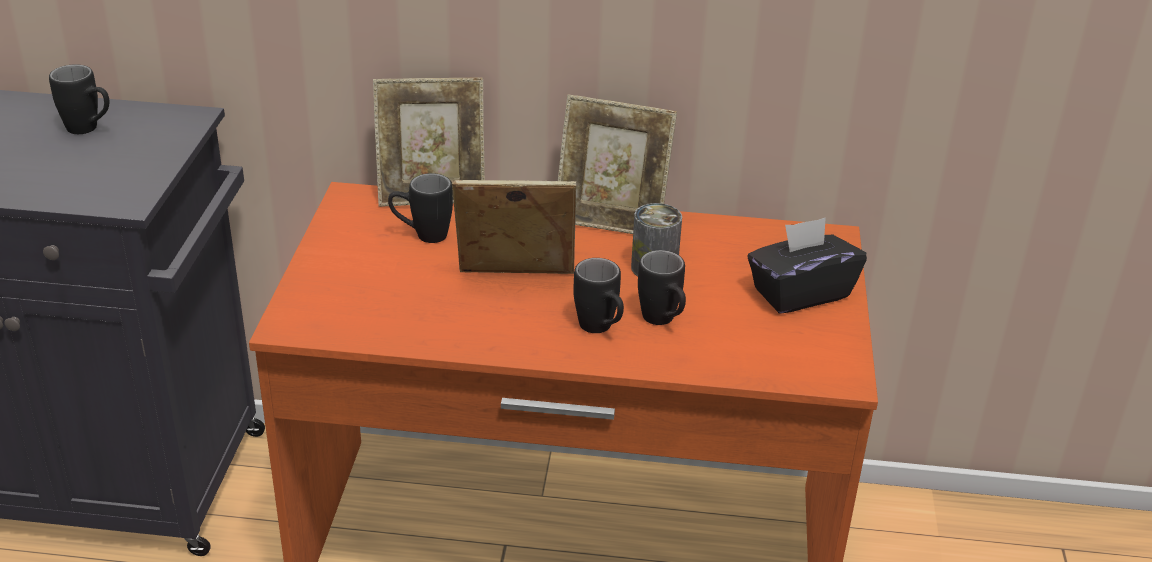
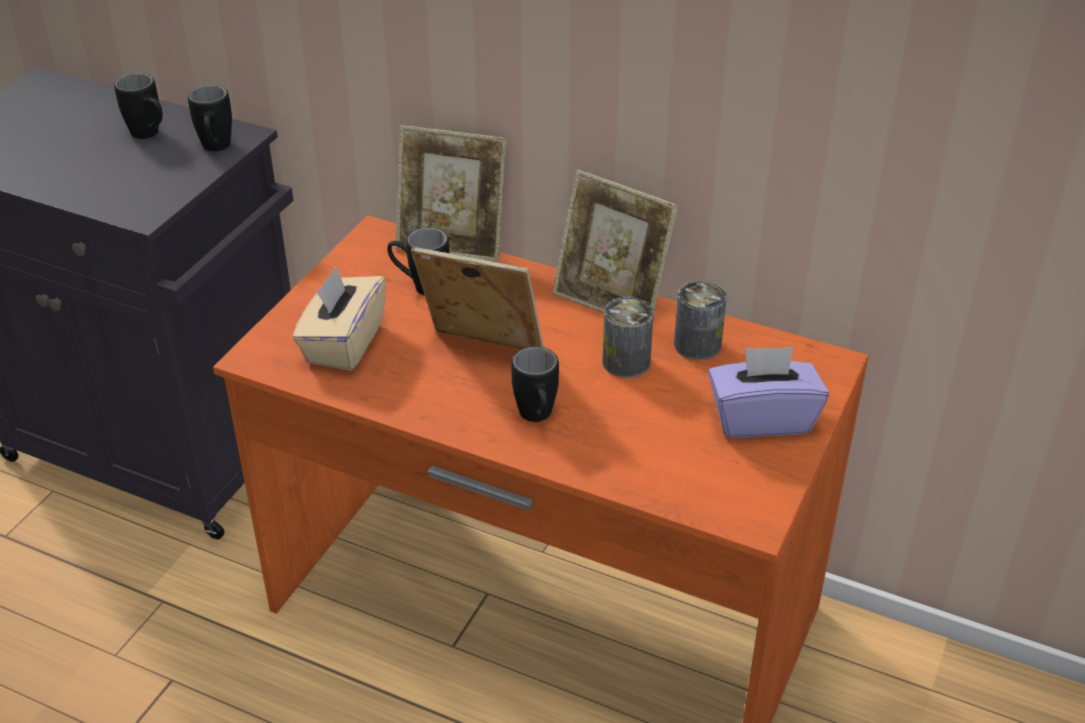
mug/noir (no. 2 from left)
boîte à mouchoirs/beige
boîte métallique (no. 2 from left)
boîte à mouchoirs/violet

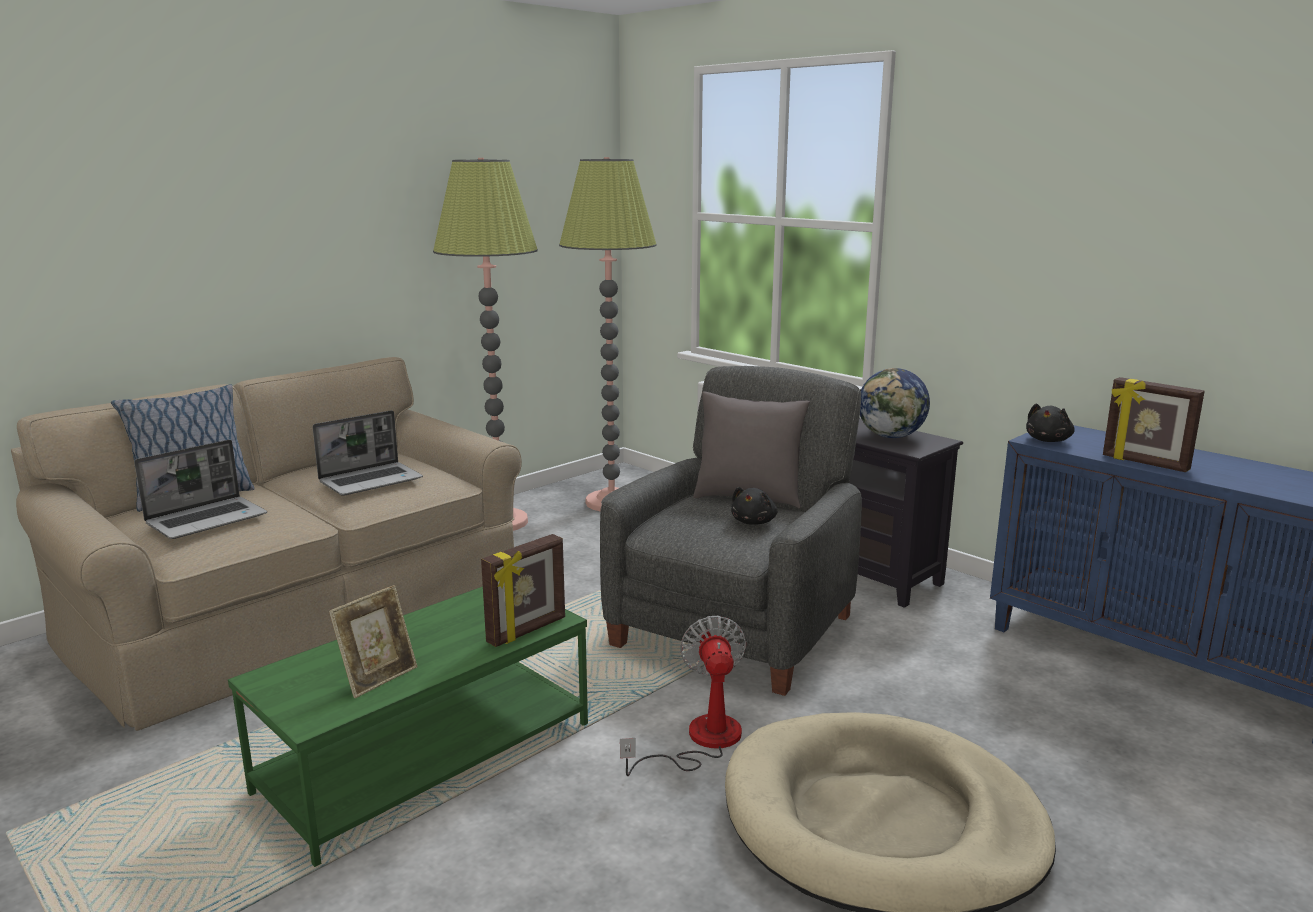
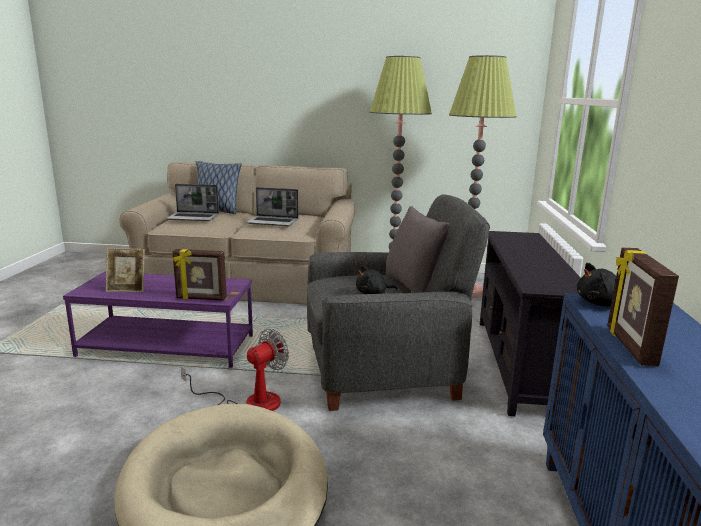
table basse/violet
globe

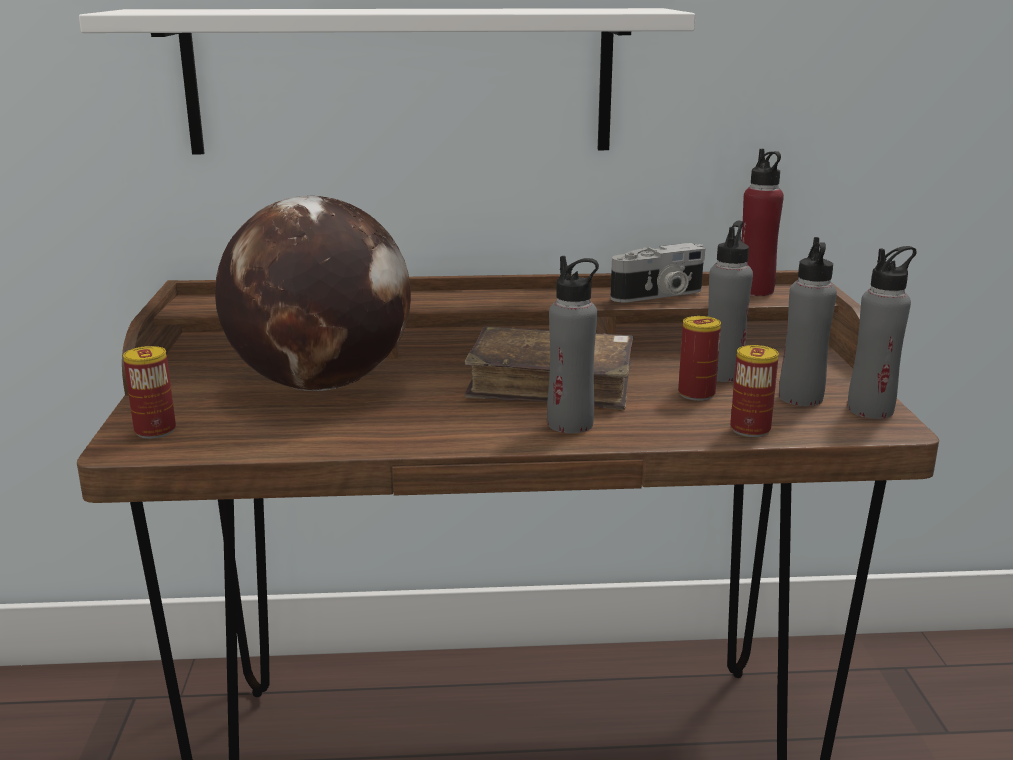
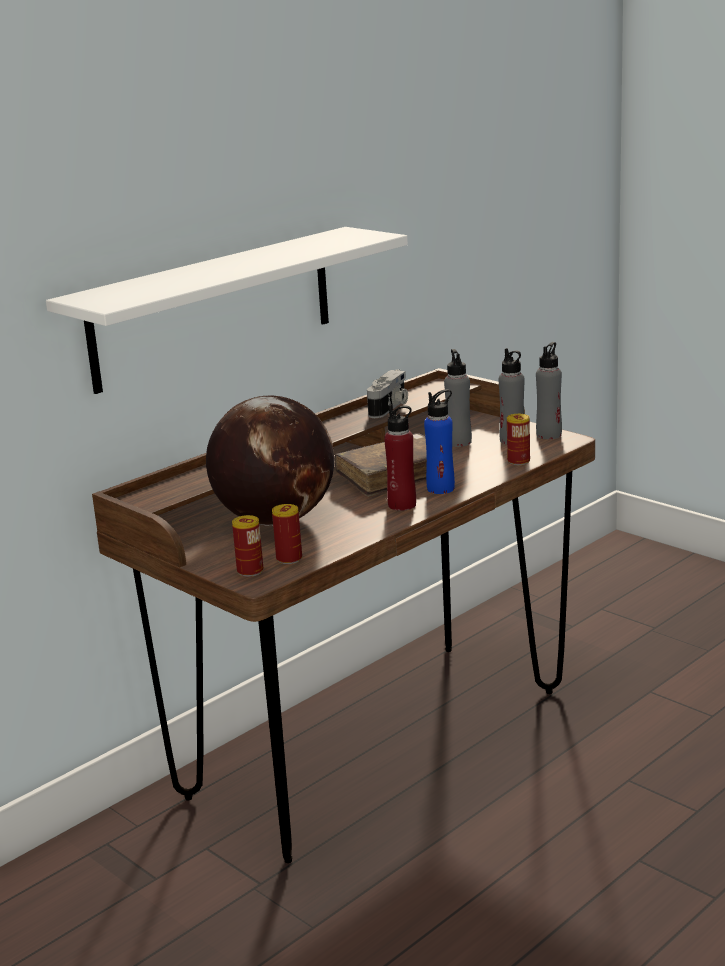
boîte métallique (no. 2 from left)
bouteille/rouge
bouteille/bleu

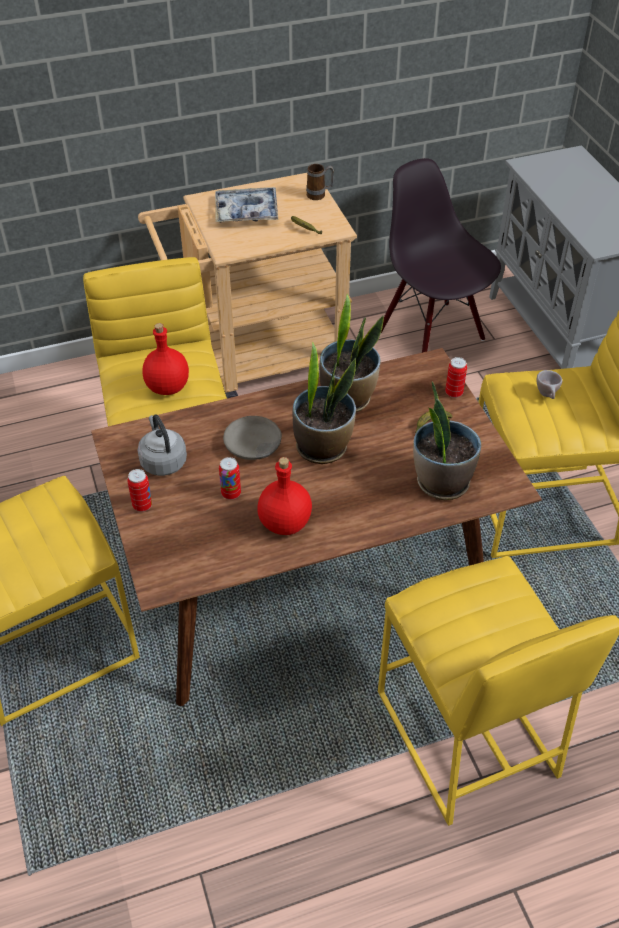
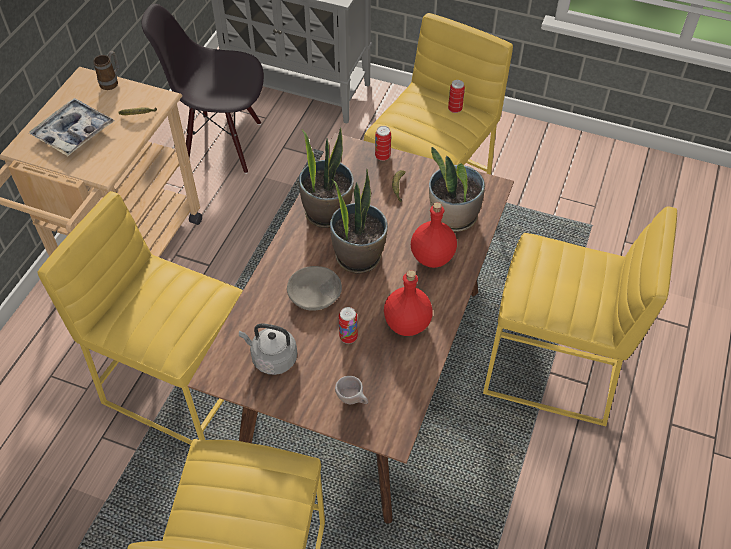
tasse/beige
bouteille/rouge (no. 2 from left)
boîte métallique (no. 3 from left)

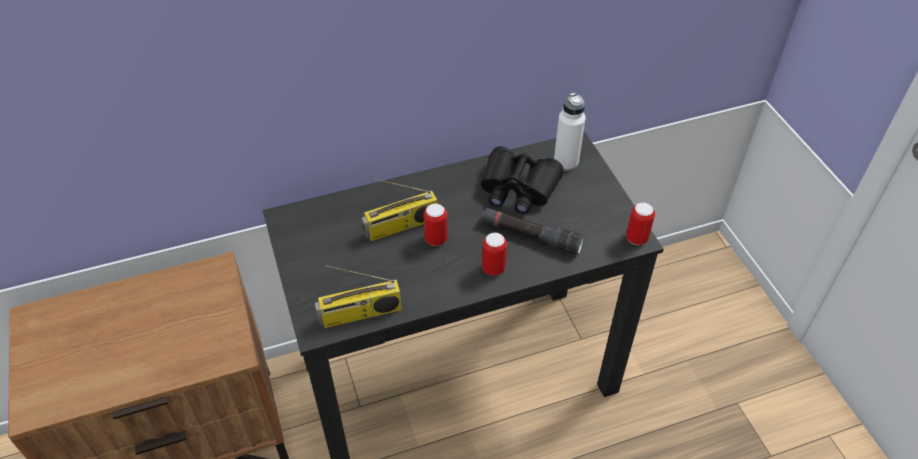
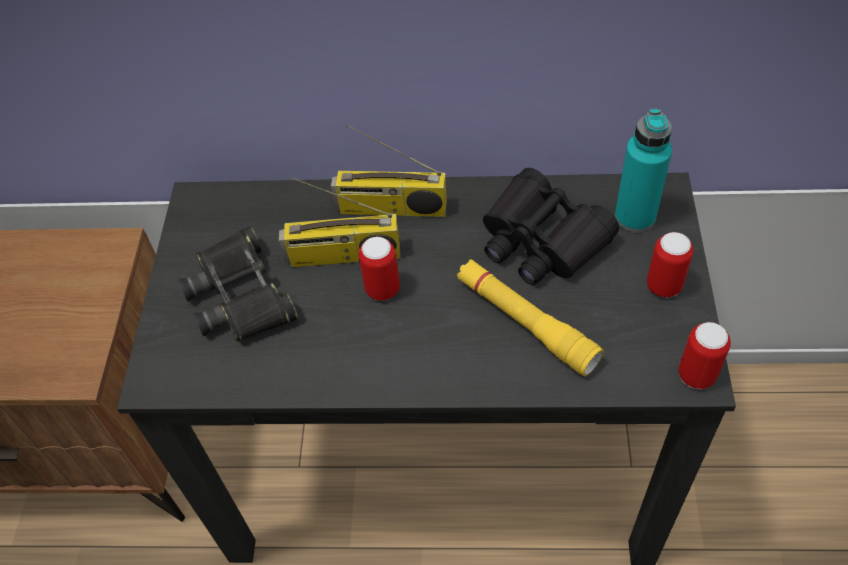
jumelles/noir (no. 1 from left)
radio (no. 2 from left)
lampe de poche/jaune
bouteille/turquoise
boîte métallique (no. 2 from left)

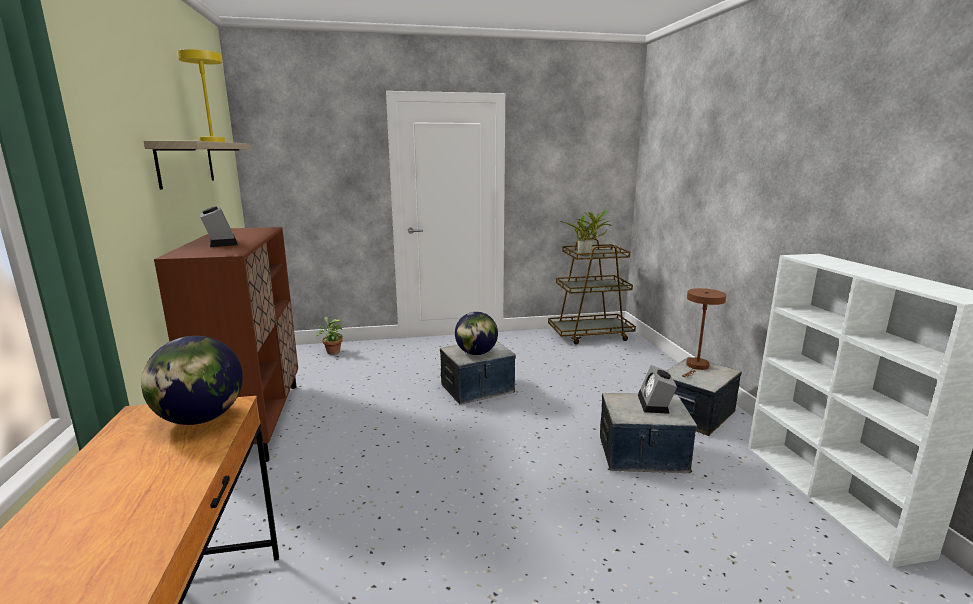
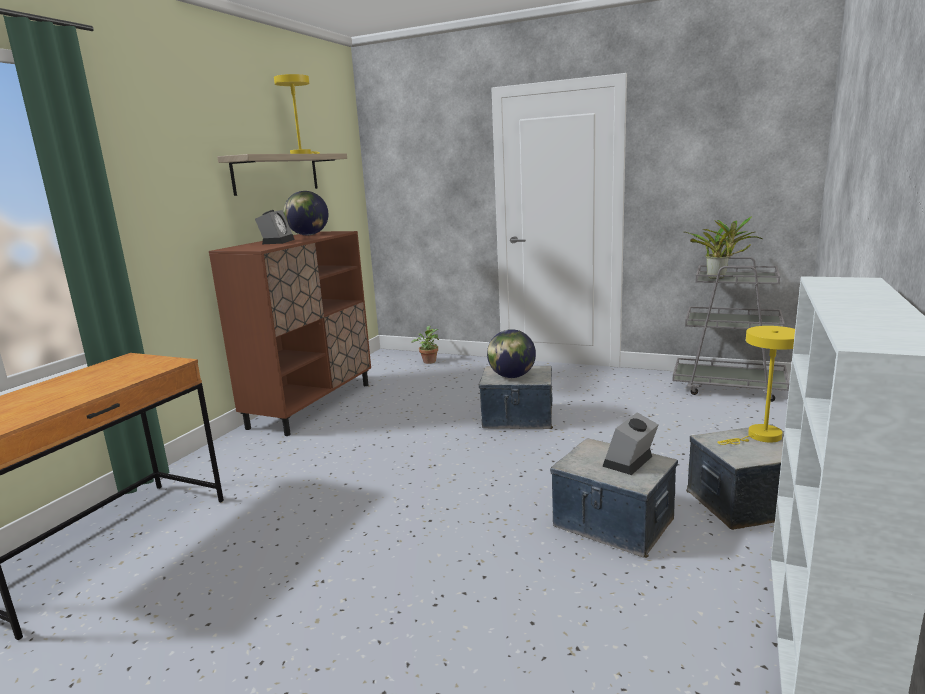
globe (no. 1 from left)
chariot/gris
lampe de table/jaune (no. 2 from left)

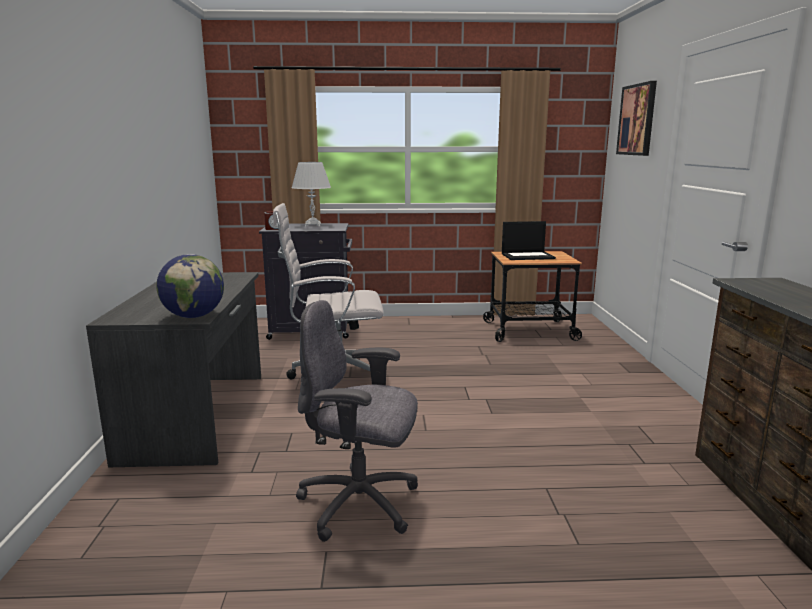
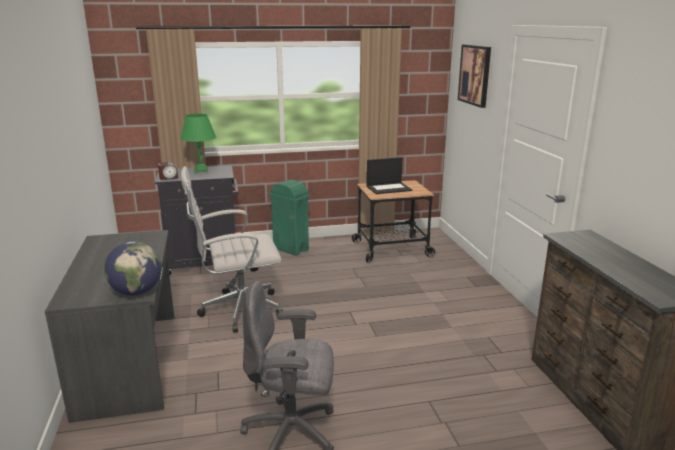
lampe de table/vert
poubelle/vert

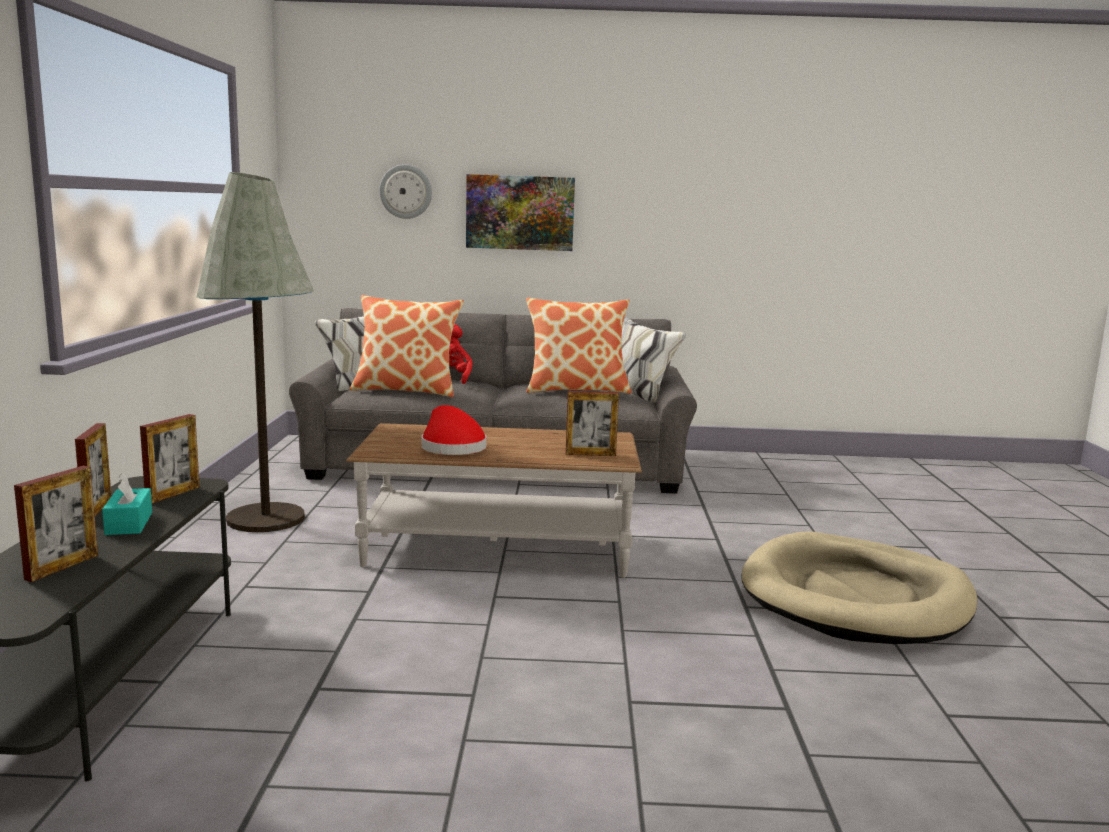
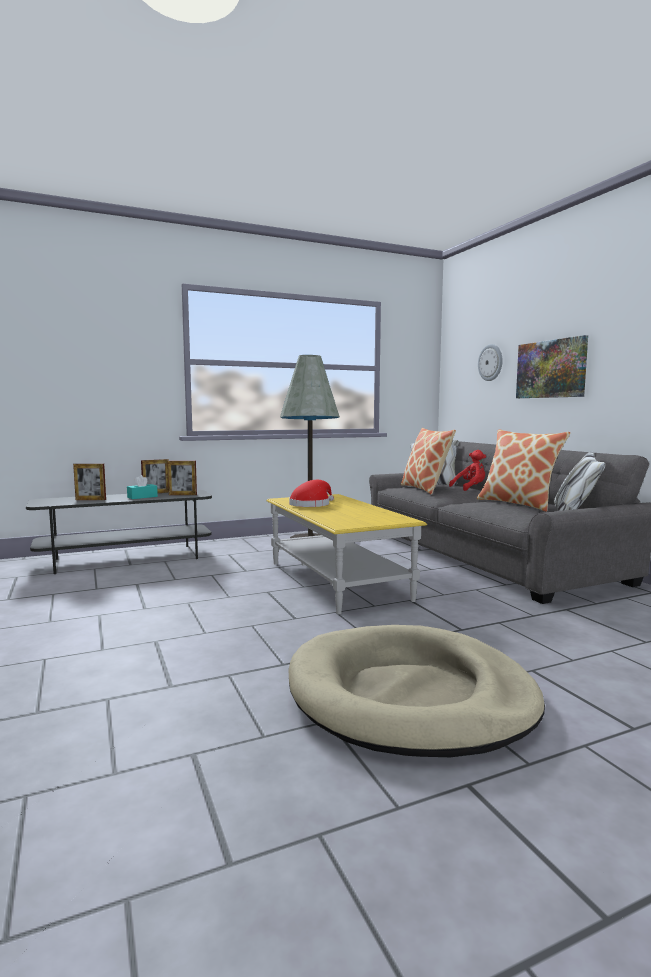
table basse/jaune
cadre photo (no. 4 from left in the first image)

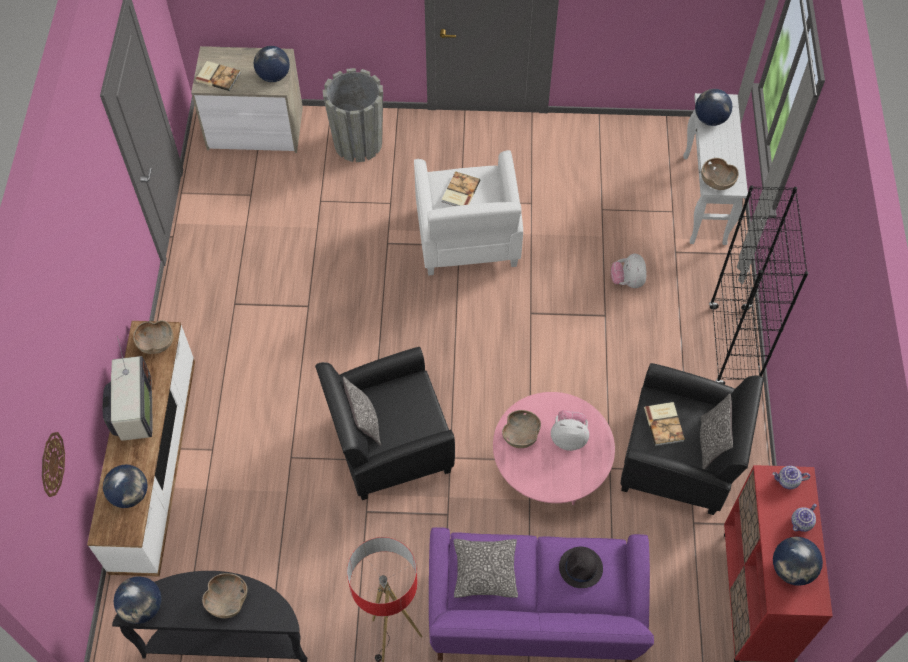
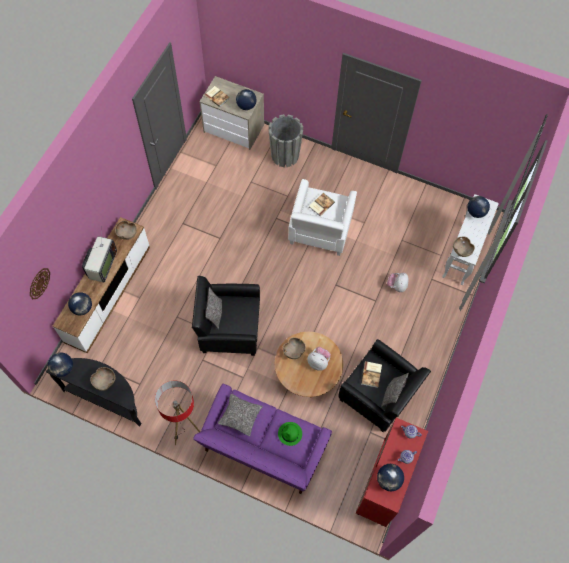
table basse/marron
chapeau/vert
bibliothèque/noir

